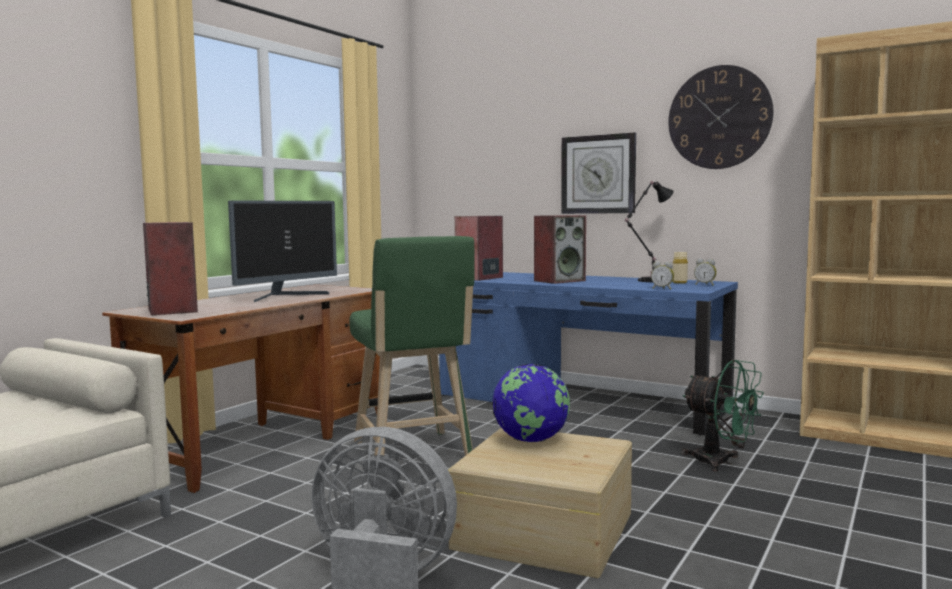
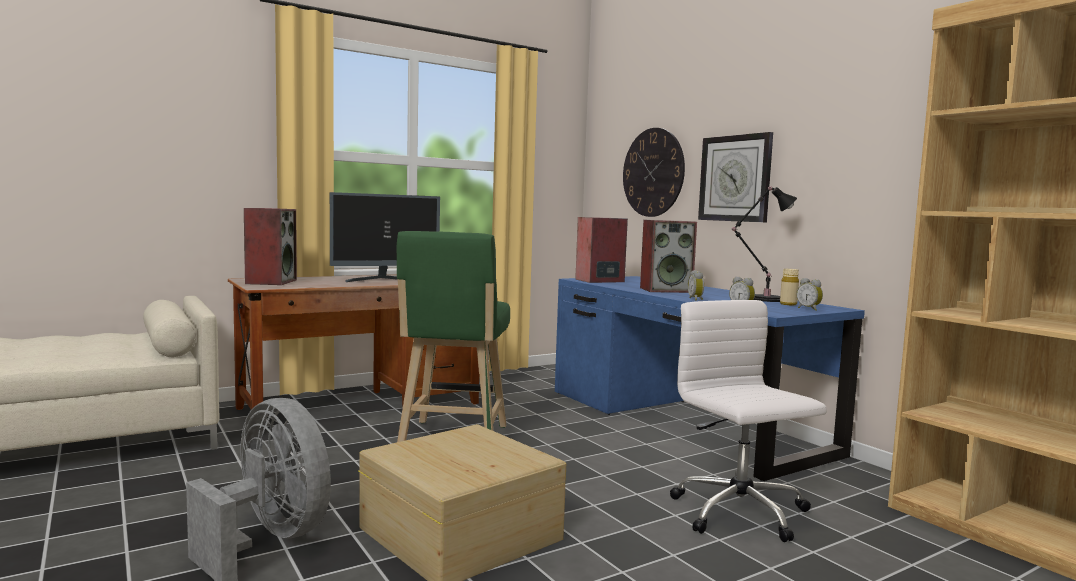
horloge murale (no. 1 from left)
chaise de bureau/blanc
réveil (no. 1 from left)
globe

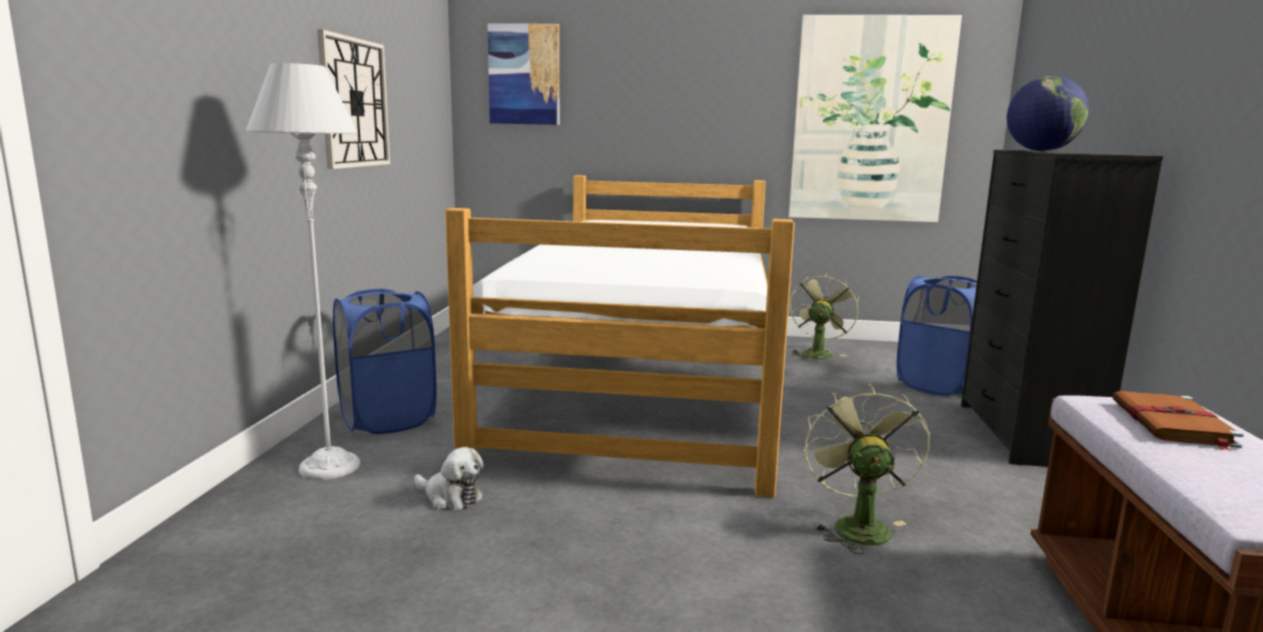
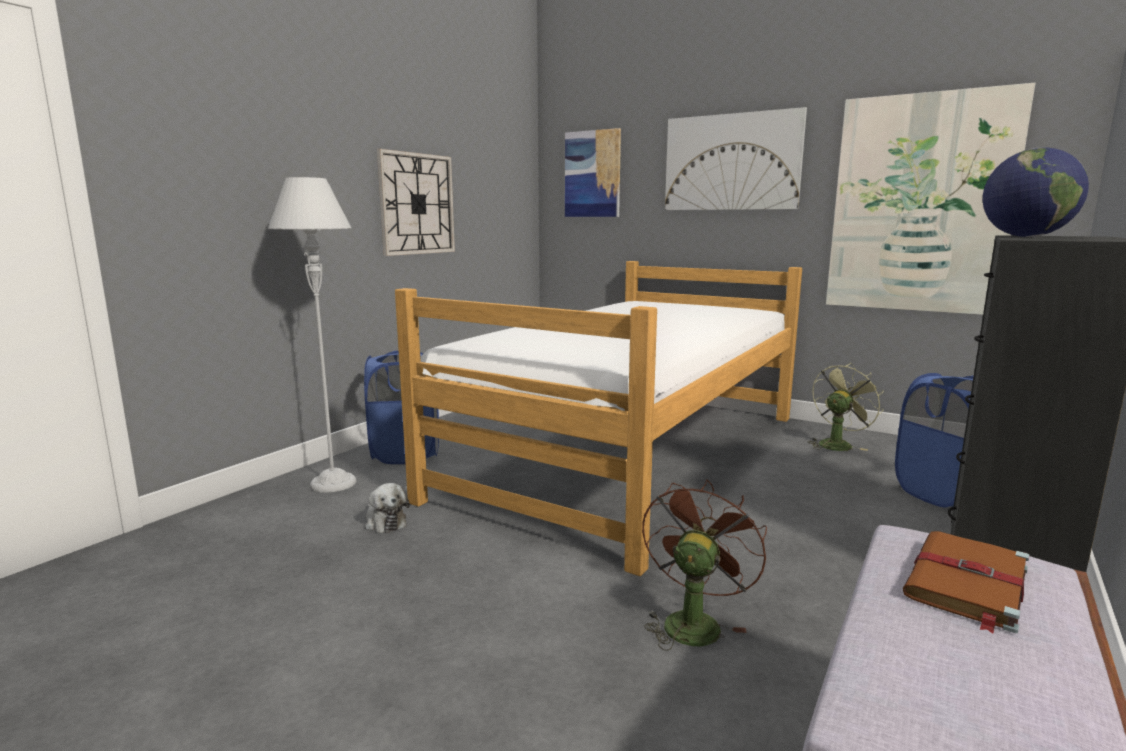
ventilateur/marron
tableau (no. 2 from left)

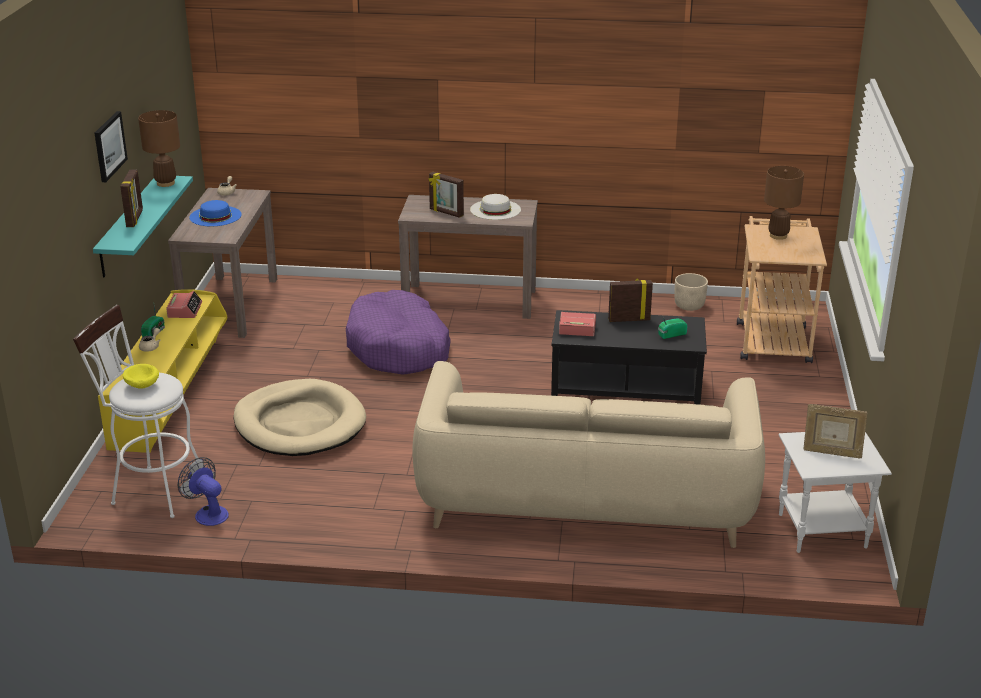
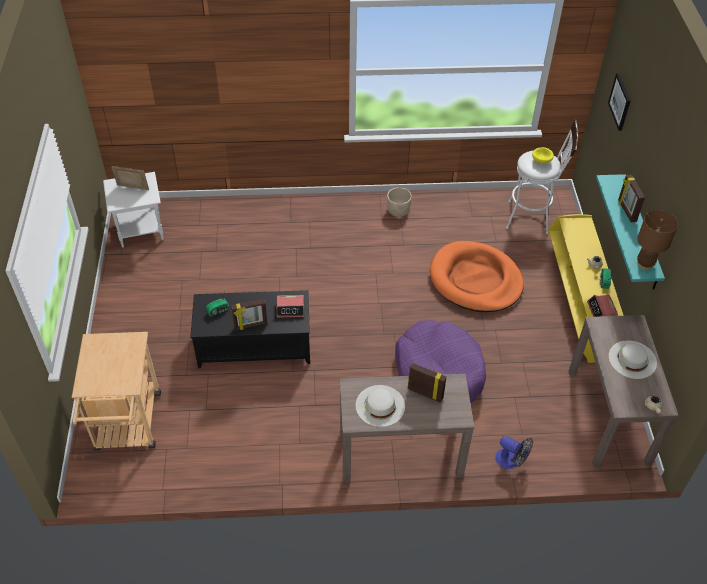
cache-pot/beige
panier pour chien/orange
ventilateur
tableau
chapeau/blanc (no. 2 from left)
canapé/beige
lampe de table/marron (no. 2 from left in the first image)

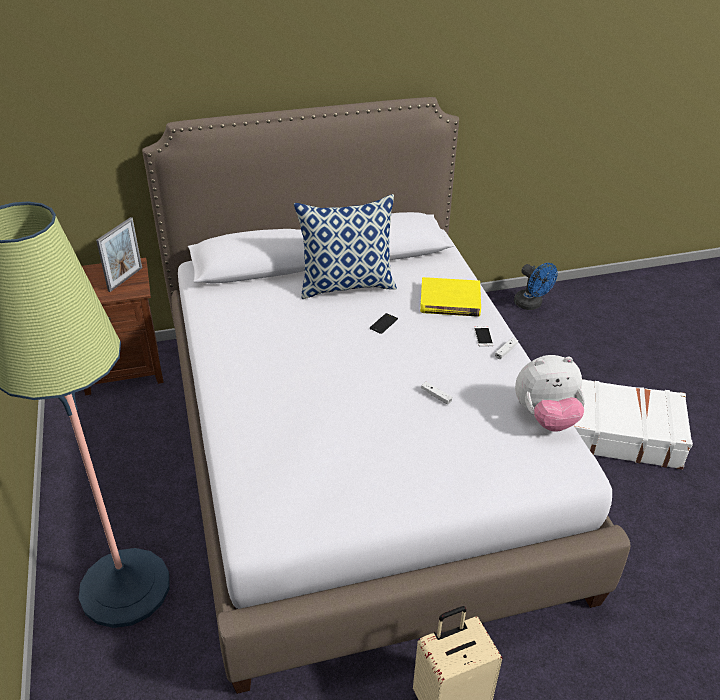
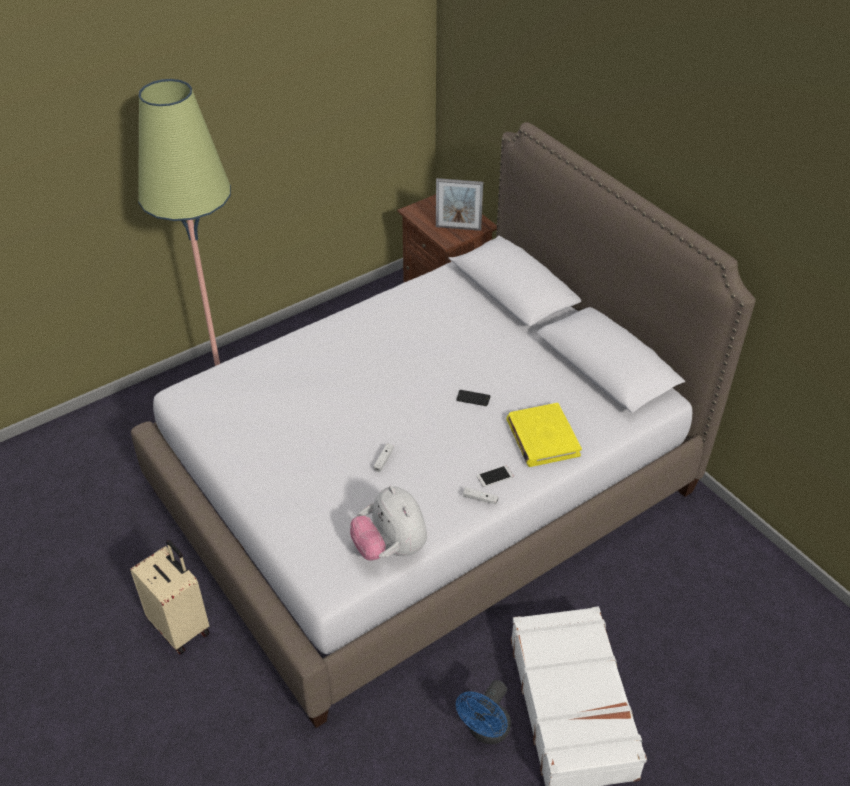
ventilateur/bleu
coussin

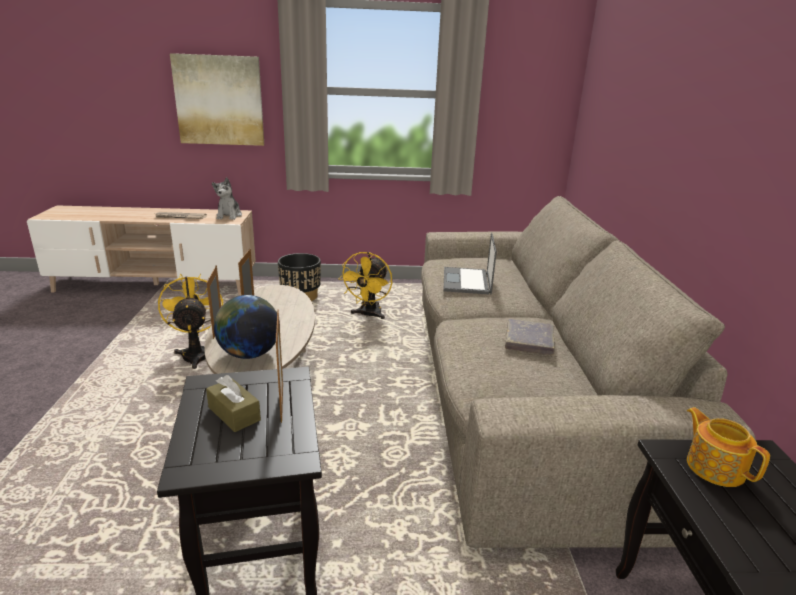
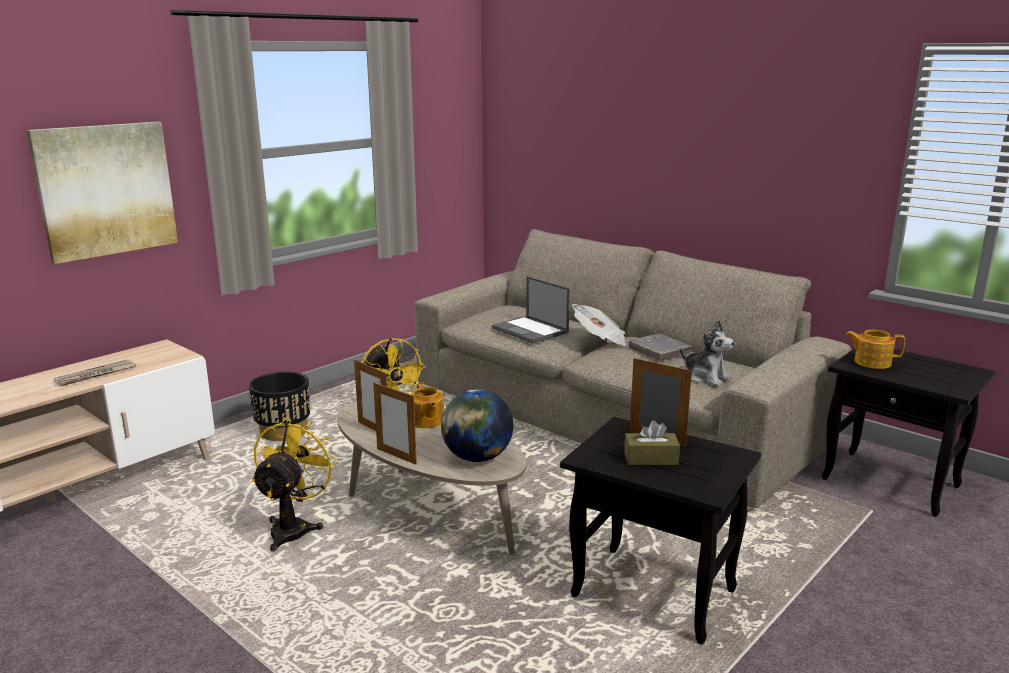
ventilateur/jaune (no. 1 from left)
théière (no. 1 from left)
journal (no. 2 from left)
peluche

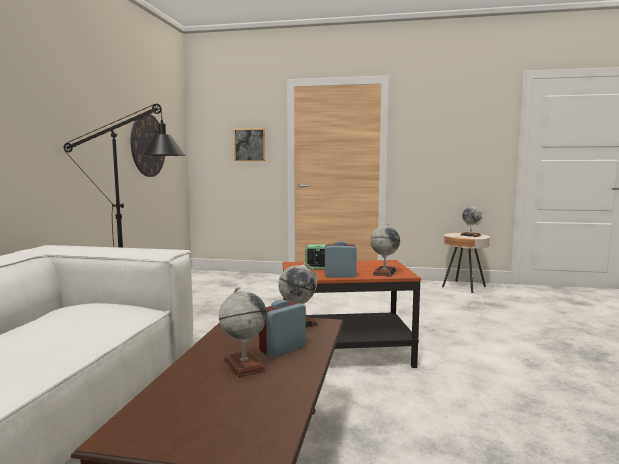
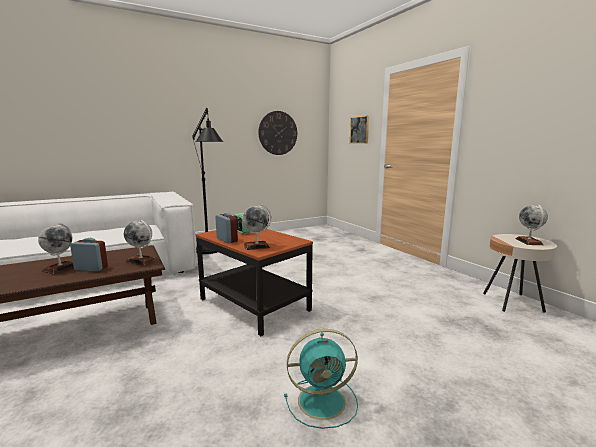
ventilateur/turquoise

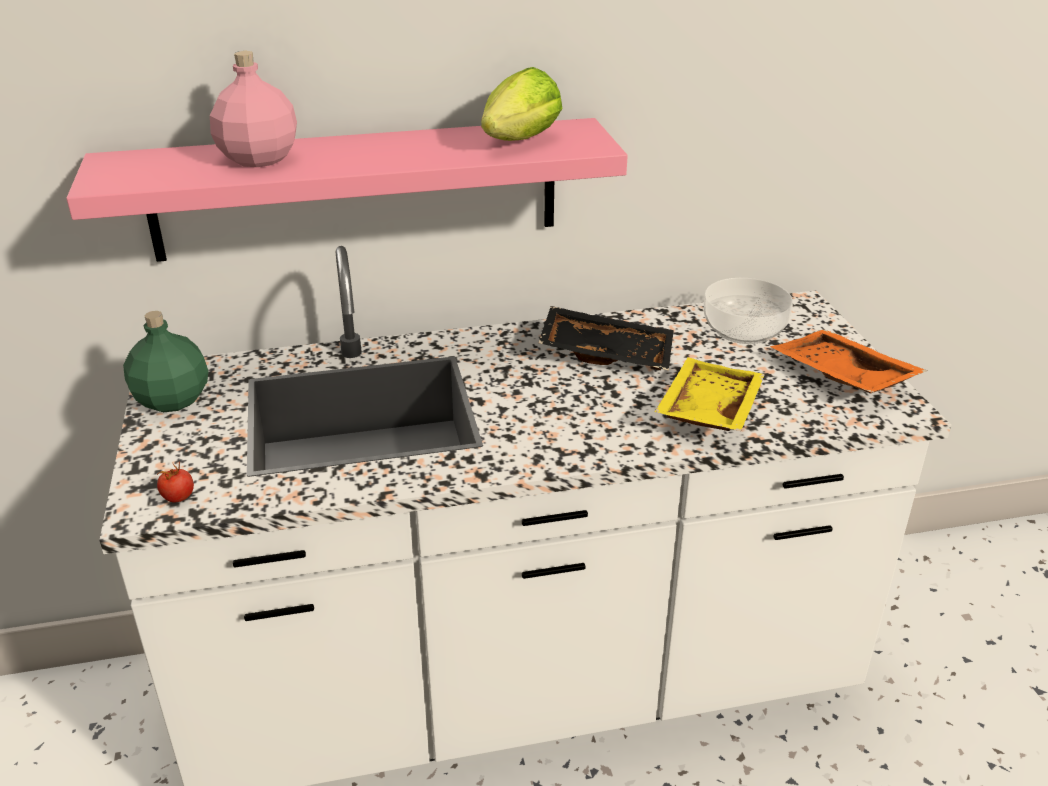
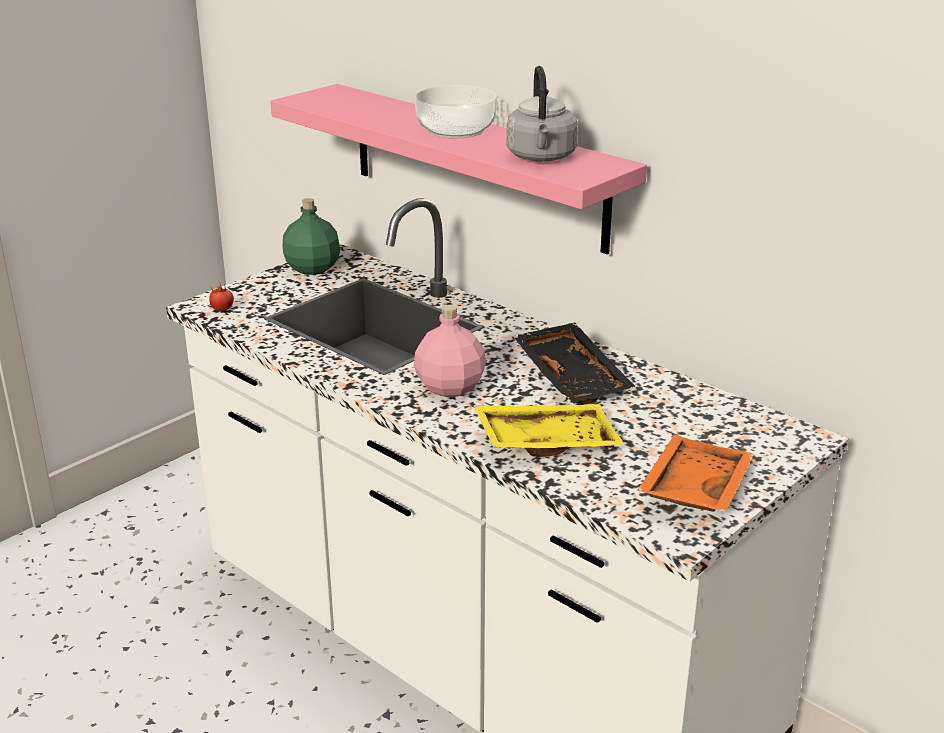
bouteille/rose
bol
bouilloire/gris

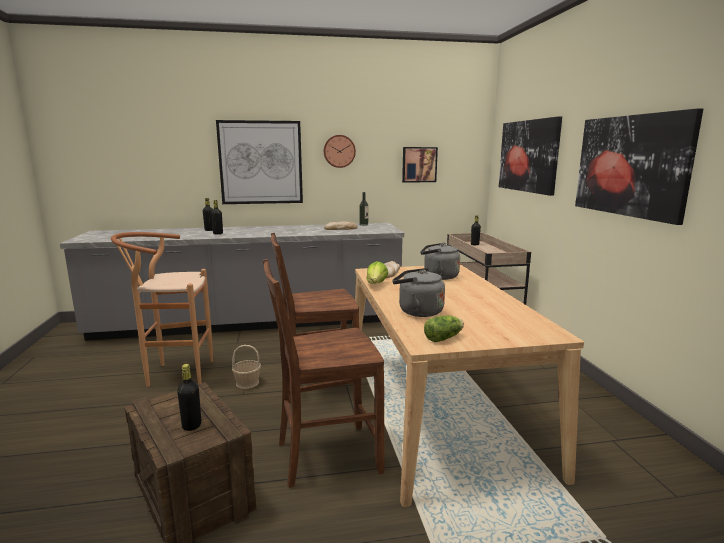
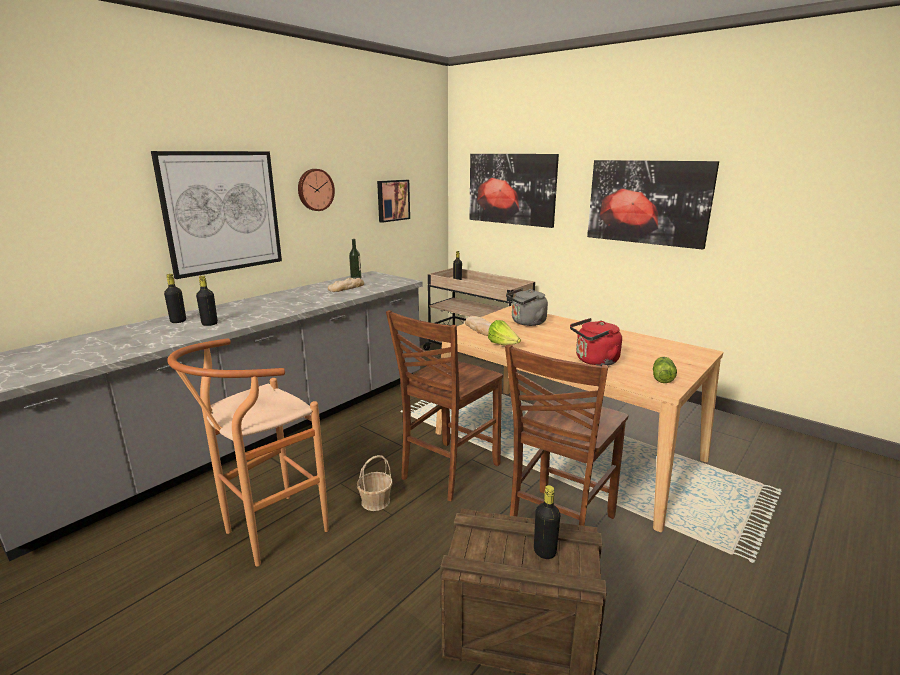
bouilloire/rouge

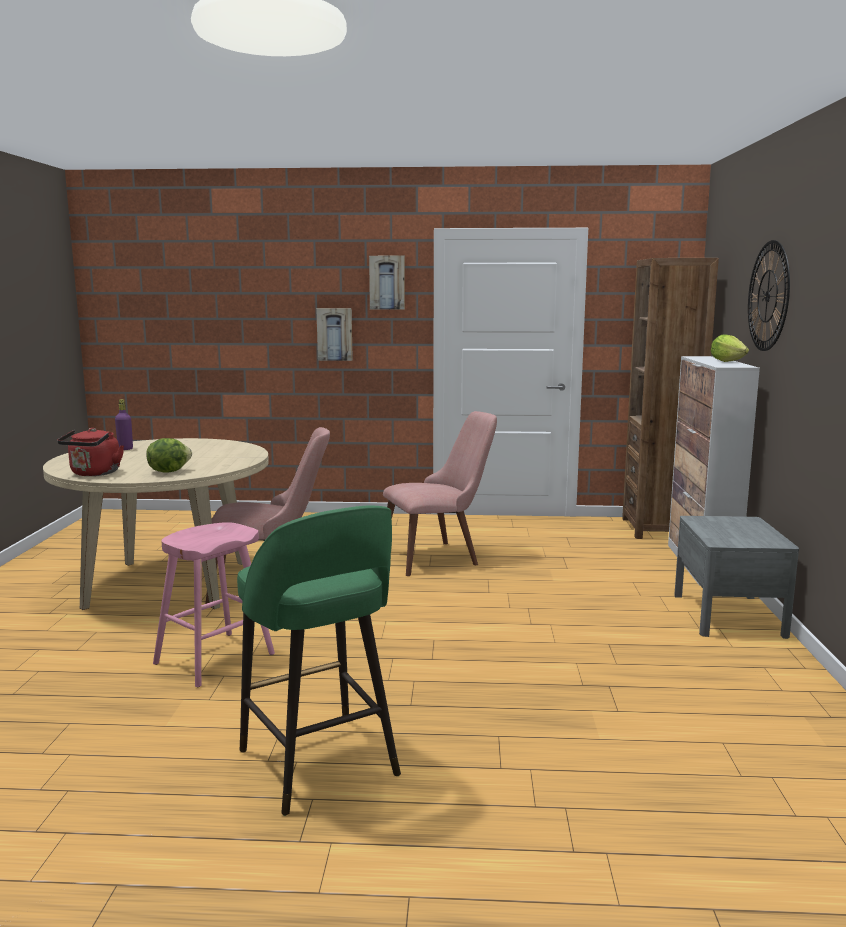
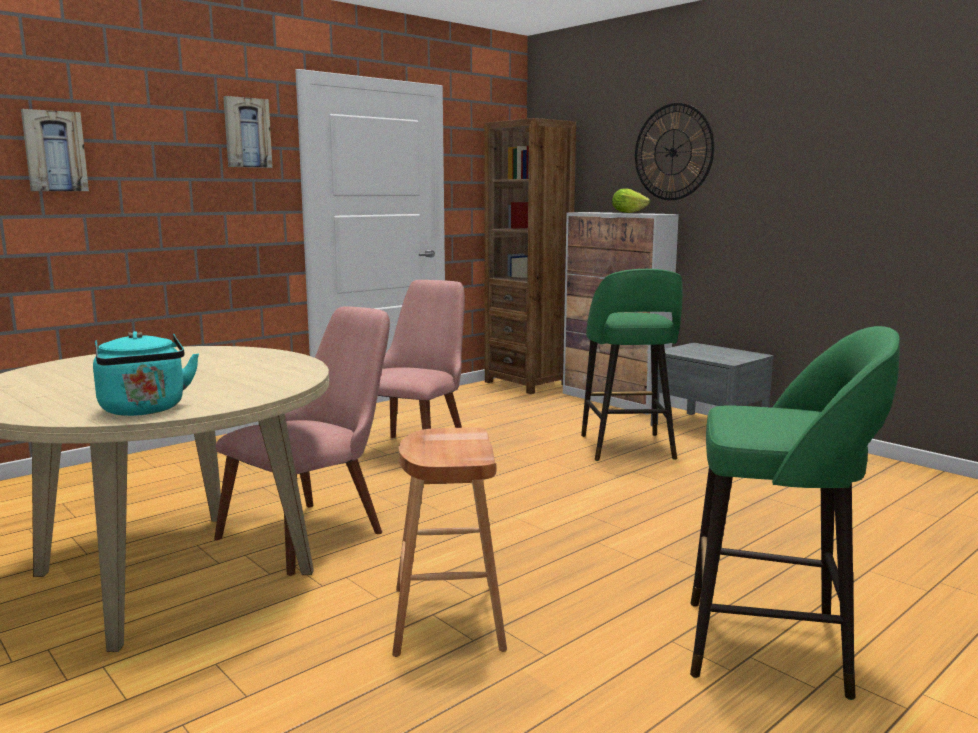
tableau (no. 1 from left)
bouilloire/turquoise
tabouret/marron
tabouret/vert (no. 1 from left)
bouteille/violet
laitue (no. 1 from left in the first image)

